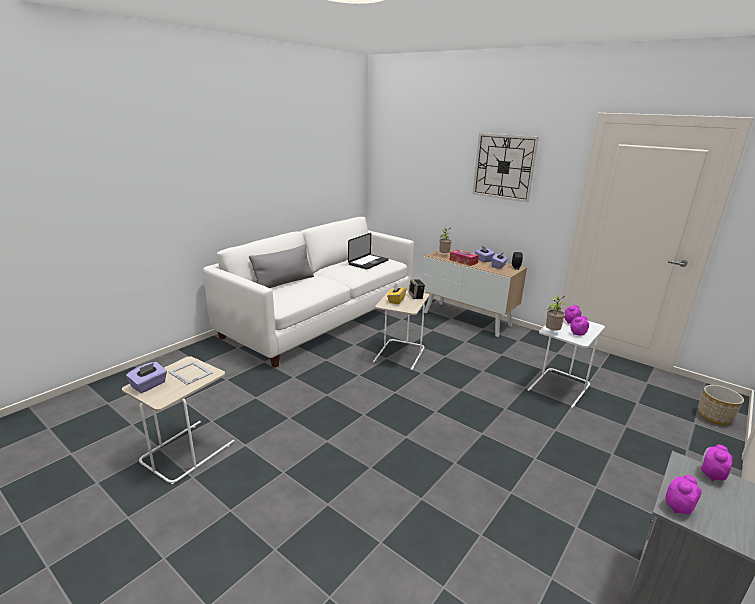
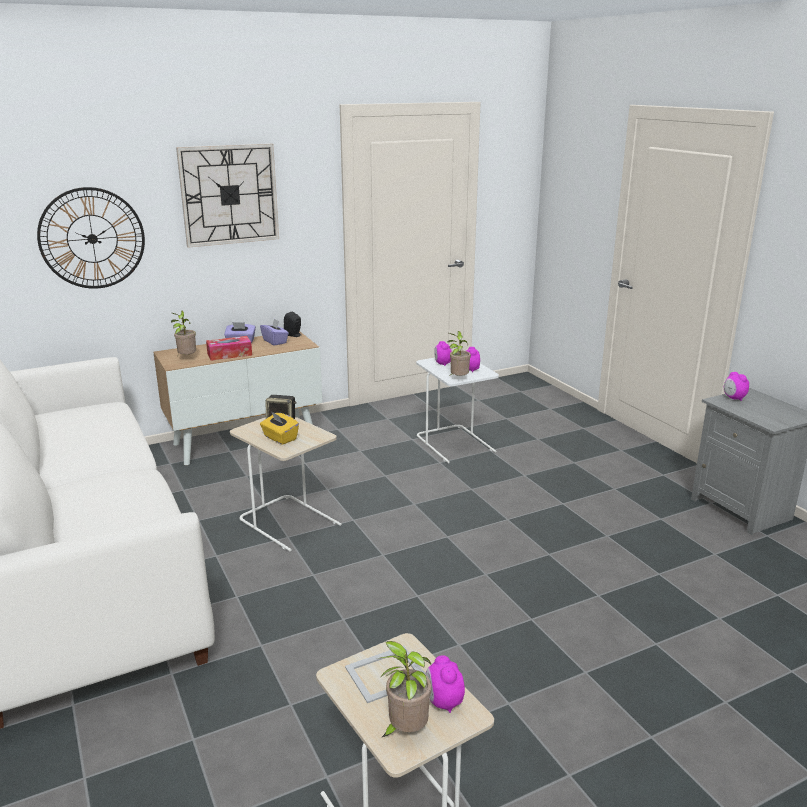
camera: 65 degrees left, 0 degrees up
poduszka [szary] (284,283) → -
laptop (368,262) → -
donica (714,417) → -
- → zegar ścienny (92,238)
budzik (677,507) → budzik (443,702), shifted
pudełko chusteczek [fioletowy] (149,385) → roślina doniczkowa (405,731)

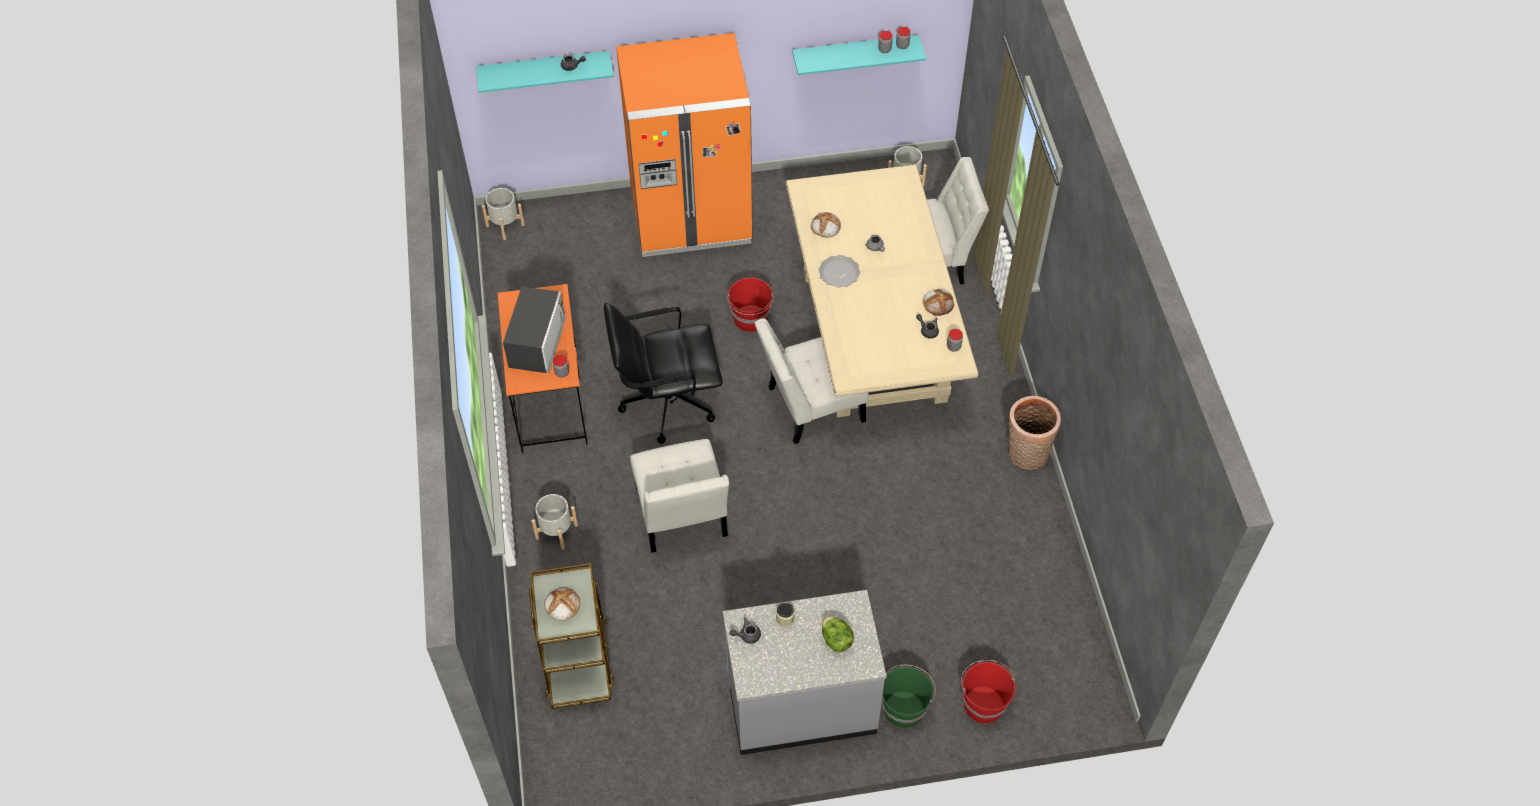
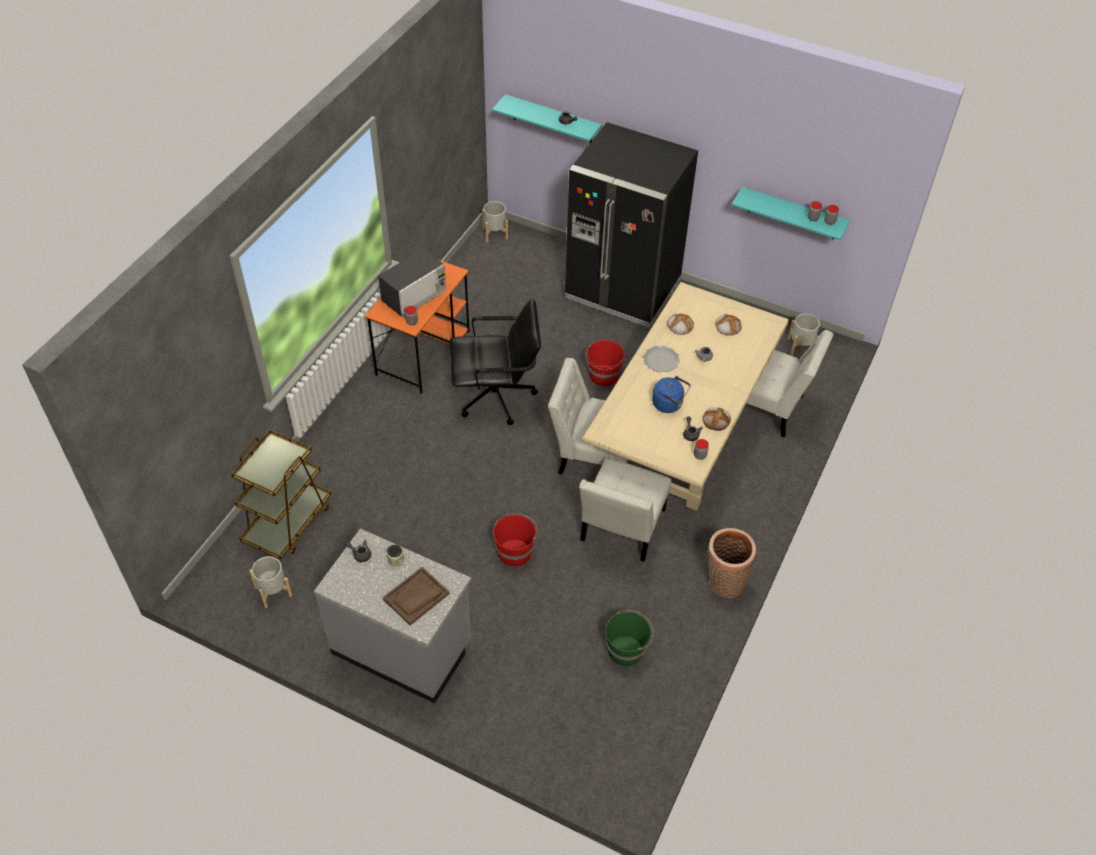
camera: 35 degrees right, 5 degrees down
- → czajnik [niebieski] (669,404)
donica [szary] (556,532) → donica [szary] (273,591), shifted
chleb (562,605) → chleb (727,326), shifted
krzesło [biały] (682,517) → krzesło [biały] (621,529), shifted
wiadro [zielony] (904,708) → wiadro [zielony] (626,650), shifted
wiadro [czerwony] (983,703) → wiadro [czerwony] (514,552), shifted
sałata (836,640) → taca [brązowy] (416,597)
lodówka [pomarańczowy] (691,217) → lodówka [czarny] (622,290)
krzesło biurowe [czarny] (667,402) → krzesło biurowe [czarny] (496,397), 150 degrees clockwise

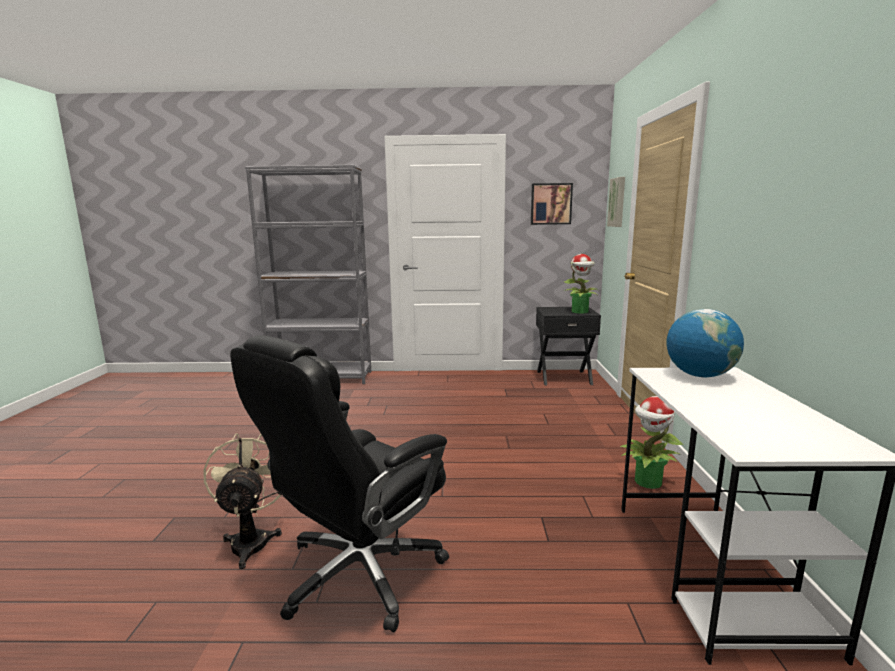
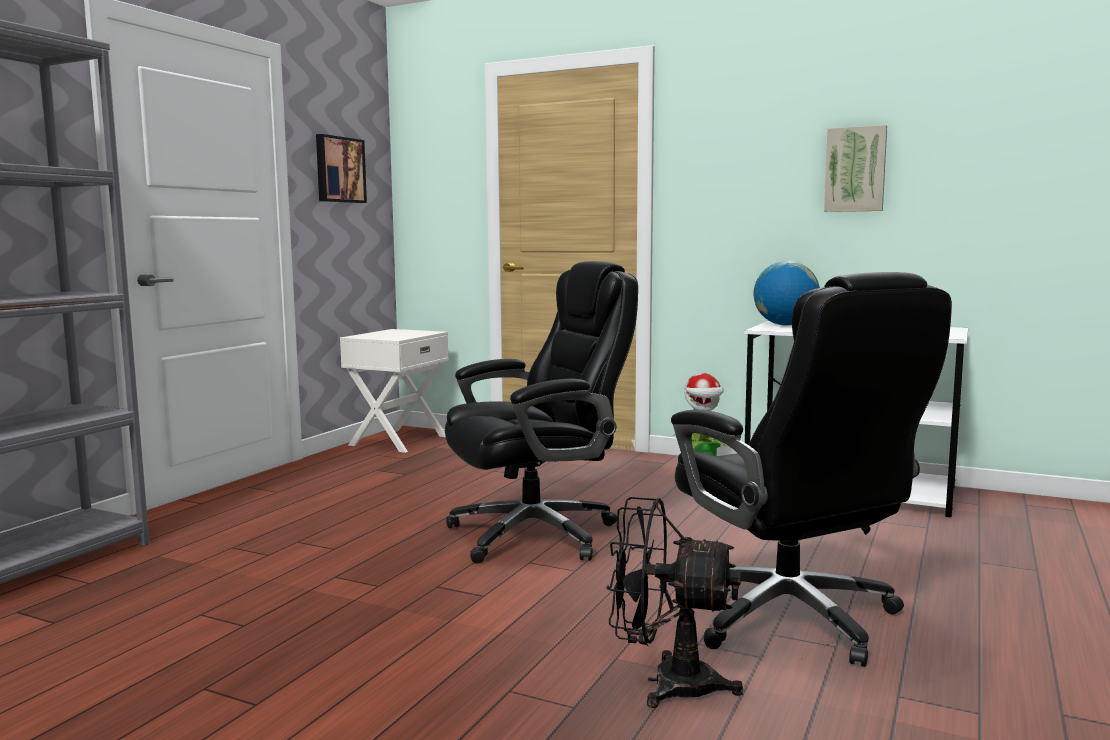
camera: 65 degrees left, 5 degrees down
roślina doniczkowa (580,312) → -
- → krzesło biurowe [czarny] (537,534)
obraz (618,202) → obraz (855,169), shifted
wentylator [beżowy] (252,539) → wentylator [czarny] (666,683)
szafka nocna [czarny] (563,377) → szafka nocna [biały] (397,440)

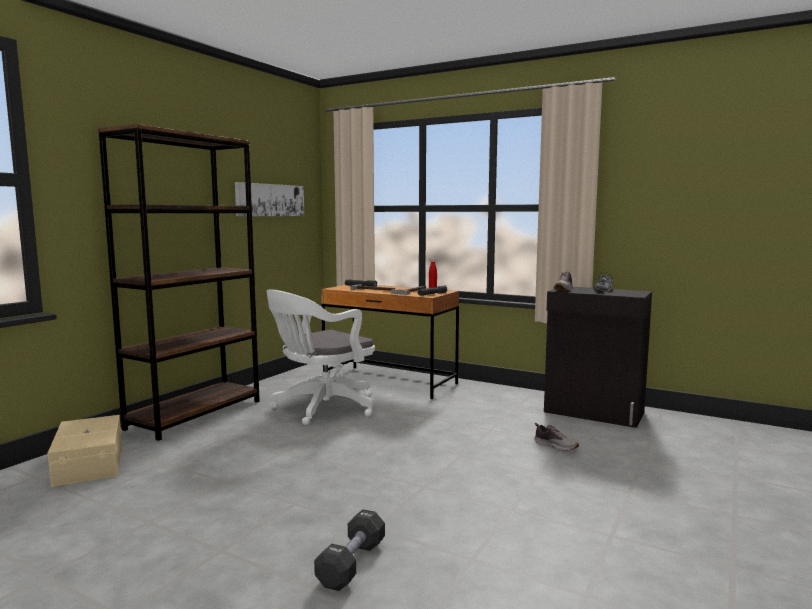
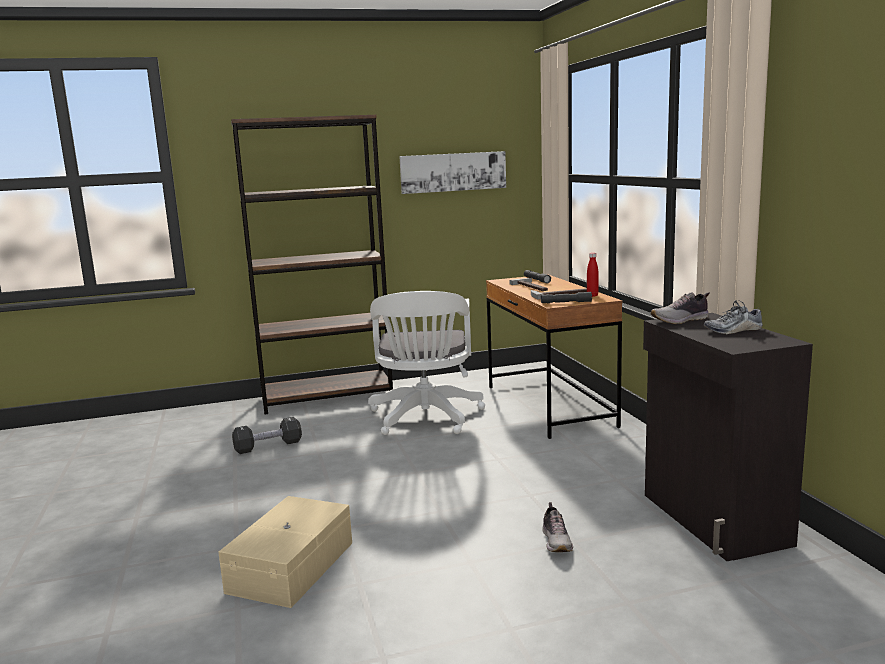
camera: 45 degrees right, 5 degrees up
pojemnik do przechowywania [beżowy] (91,462) → pojemnik do przechowywania [beżowy] (294,567), shifted
hantel [czarny] (351,564) → hantel [czarny] (268,446), shifted
krzesło biurowe [biały] (321,408) → krzesło biurowe [biały] (425,419), 90 degrees counterclockwise

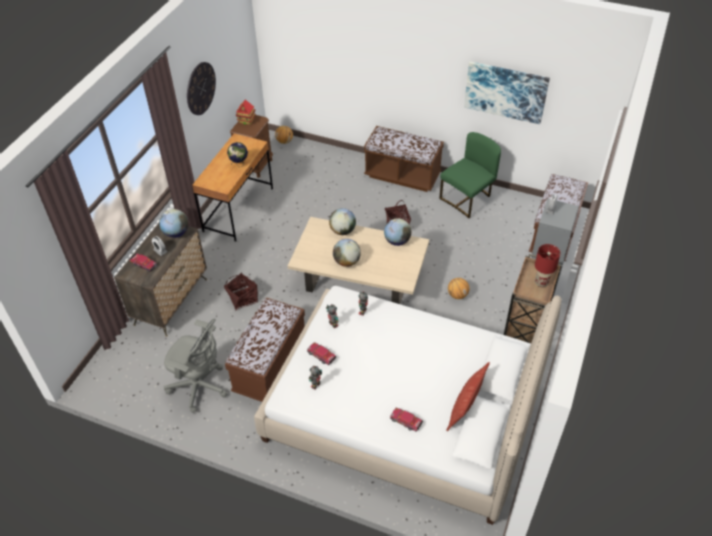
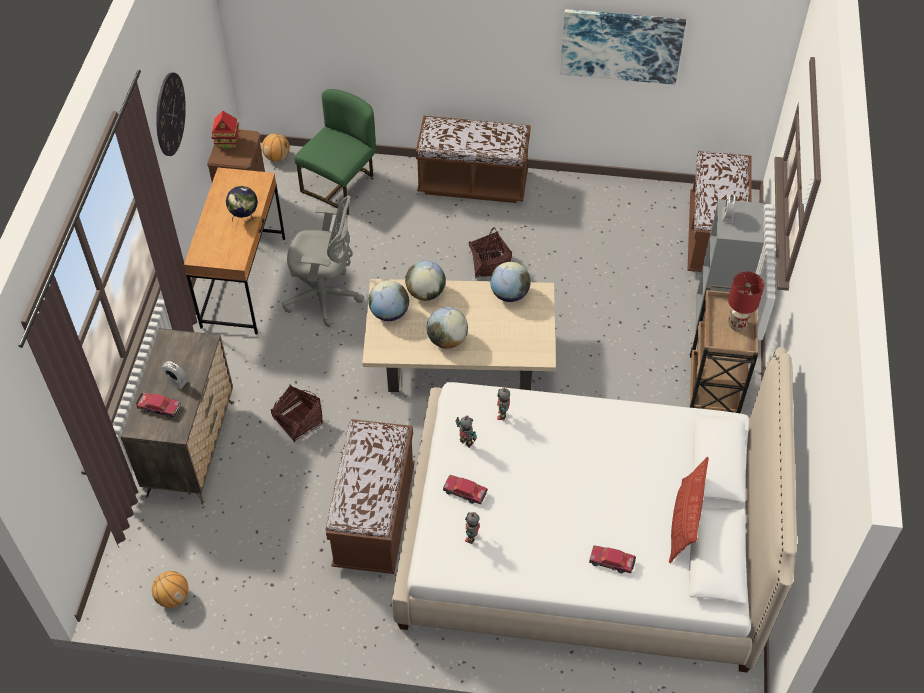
camera: 15 degrees left, 5 degrees up
globus (176,233) → globus (389,313), shifted
krzesło biurowe [szary] (200,387) → krzesło biurowe [szary] (325,297), shifted
krzesło [zielony] (467,199) → krzesło [zielony] (341,185), shifted
piłka do koszykówki (457,295) → piłka do koszykówki (173,597), shifted

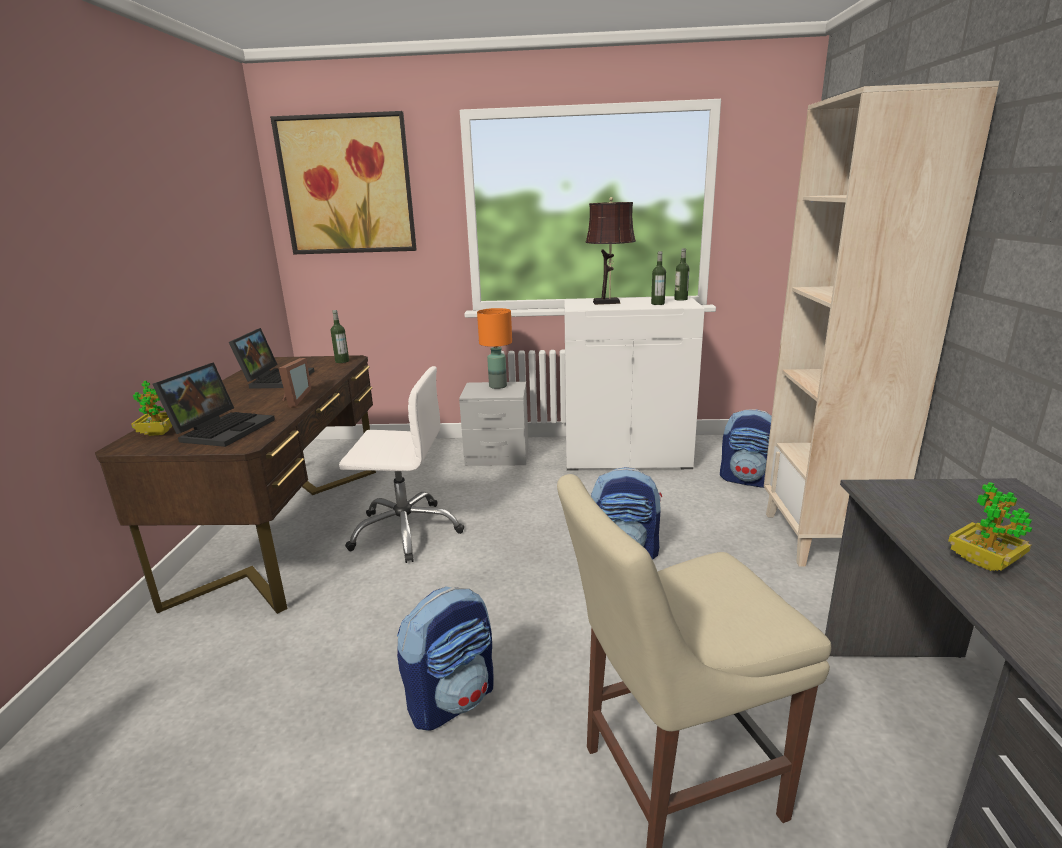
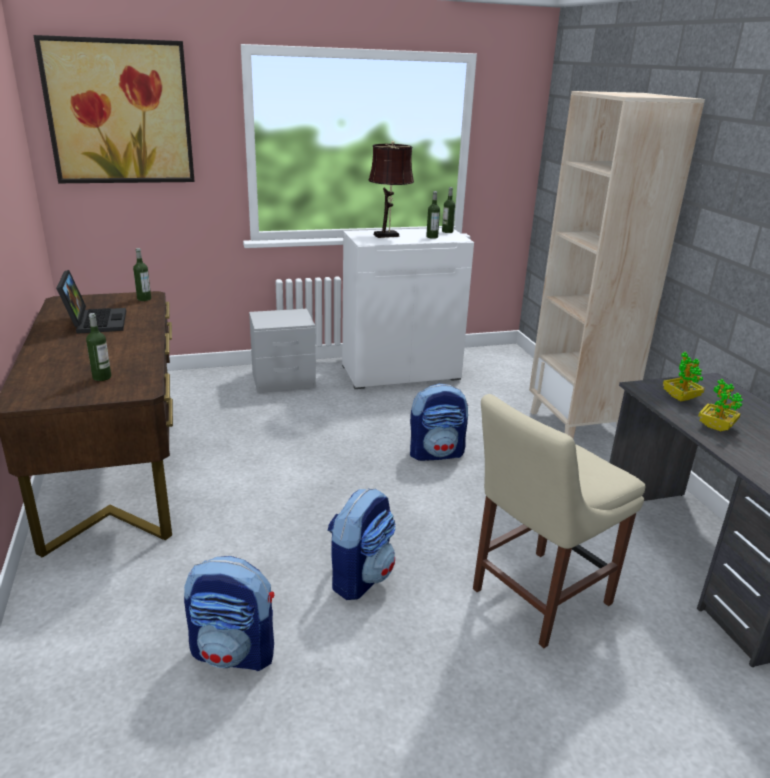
camera: 20 degrees left, 5 degrees up
ramka na zdjęcie (293,399) → -
krzesło biurowe [biały] (406,531) → -
lampa stołowa [pomarańczowy] (497,386) → -
roślina doniczkowa (159,432) → roślina doniczkowa (680,397), shifted
plecak (749,480) → plecak (234,652), shifted
laptop (223,429) → butelka (102,377)

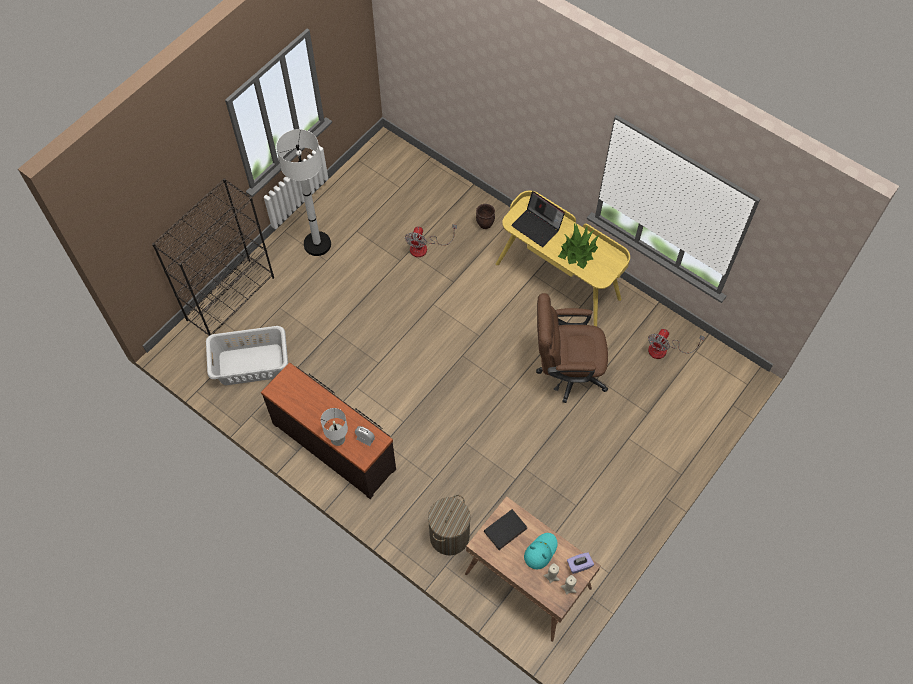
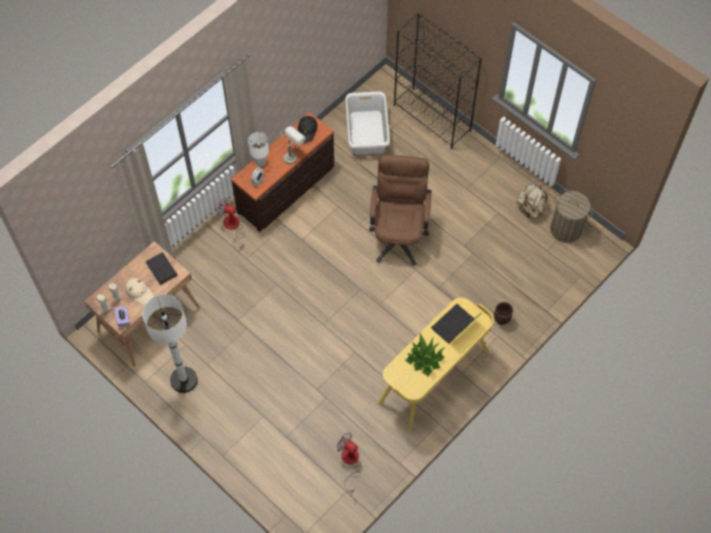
camera: 95 degrees right, 0 degrees up
- → lampa stołowa [szary] (293,155)
- → kapelusz [czarny] (306,130)
- → plecak [beżowy] (530,208)
lampa stojąca [biały] (317,244) → lampa stojąca [biały] (184,380), shifted
wentylator (424,247) → wentylator (233,228), shifted
kosz na pranie (449,536) → kosz na pranie (566,229), shifted
krzesło biurowe [brązowy] (566,372) → krzesło biurowe [brązowy] (398,234), shifted
kapelusz [turkusowy] (540,551) → kapelusz [beżowy] (139,292)

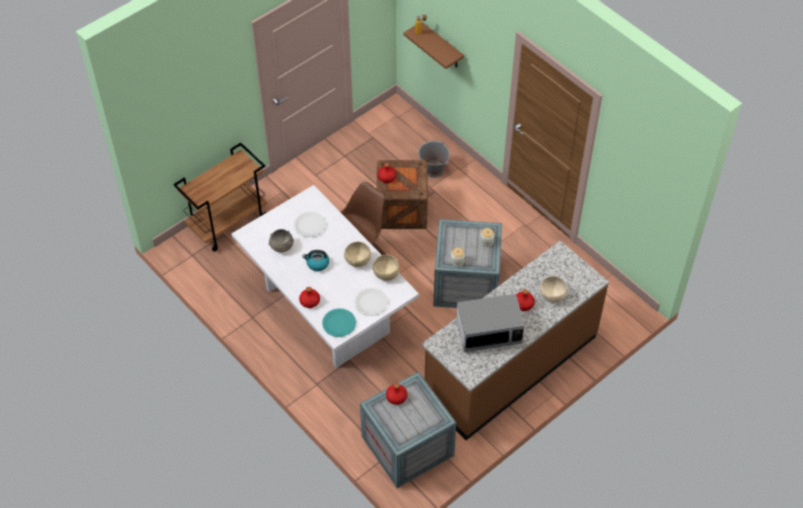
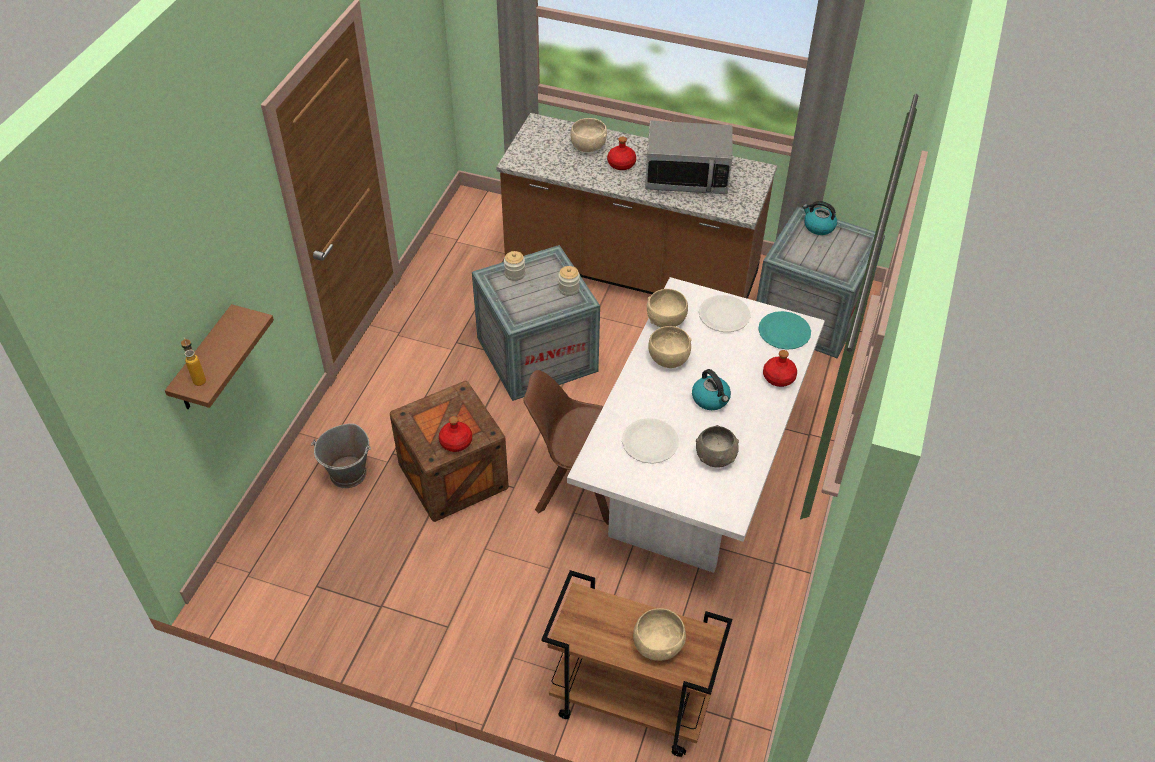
camera: 120 degrees left, 5 degrees down
butelka [czerwony] (396,397) → -
- → miska [beżowy] (657,645)
- → czajnik (818,226)
mikrofalówka (489,332) → mikrofalówka (687,177), 135 degrees clockwise

